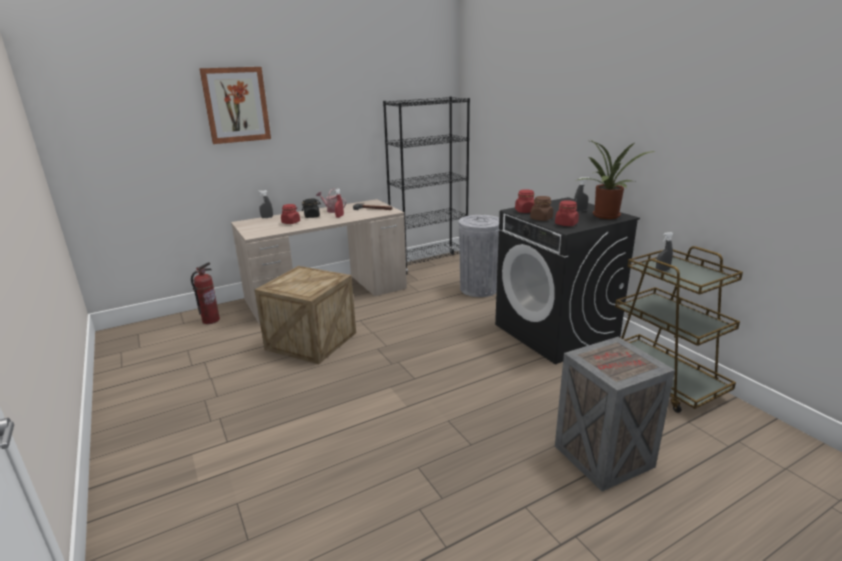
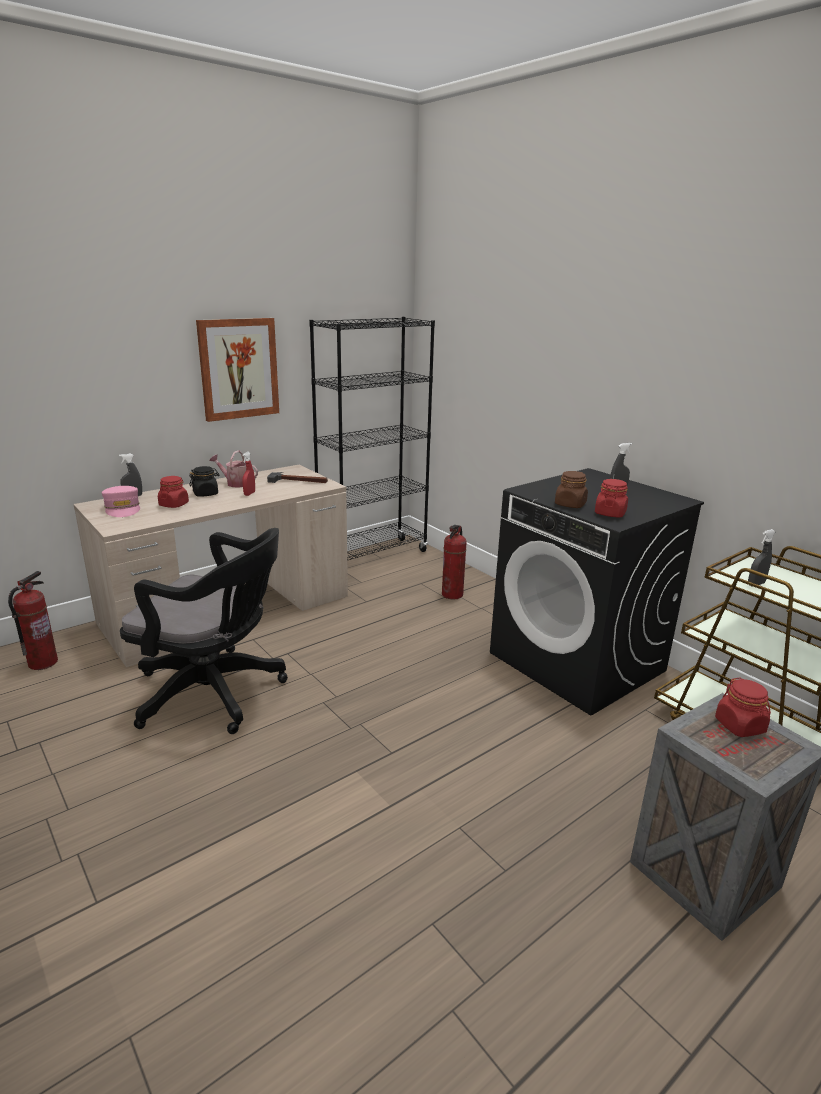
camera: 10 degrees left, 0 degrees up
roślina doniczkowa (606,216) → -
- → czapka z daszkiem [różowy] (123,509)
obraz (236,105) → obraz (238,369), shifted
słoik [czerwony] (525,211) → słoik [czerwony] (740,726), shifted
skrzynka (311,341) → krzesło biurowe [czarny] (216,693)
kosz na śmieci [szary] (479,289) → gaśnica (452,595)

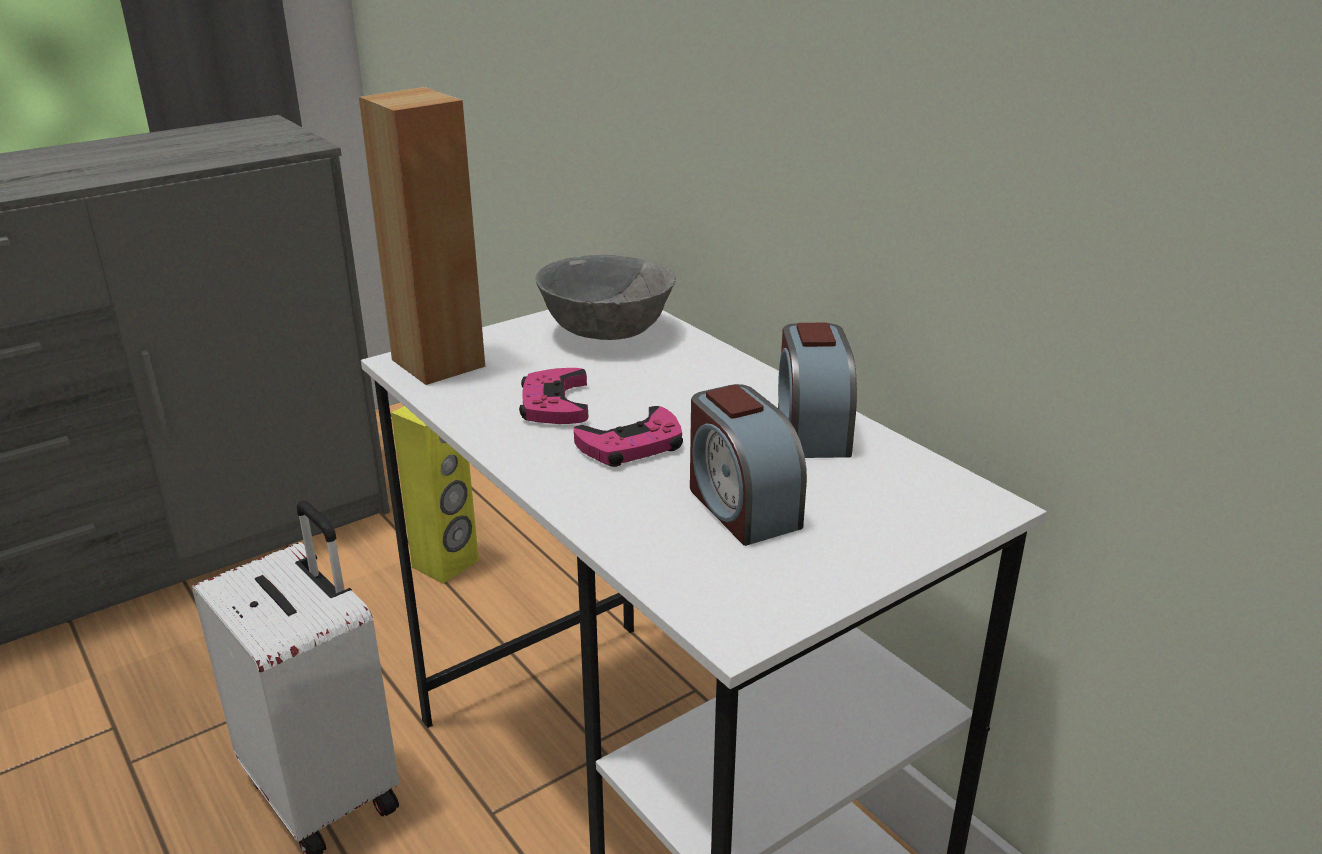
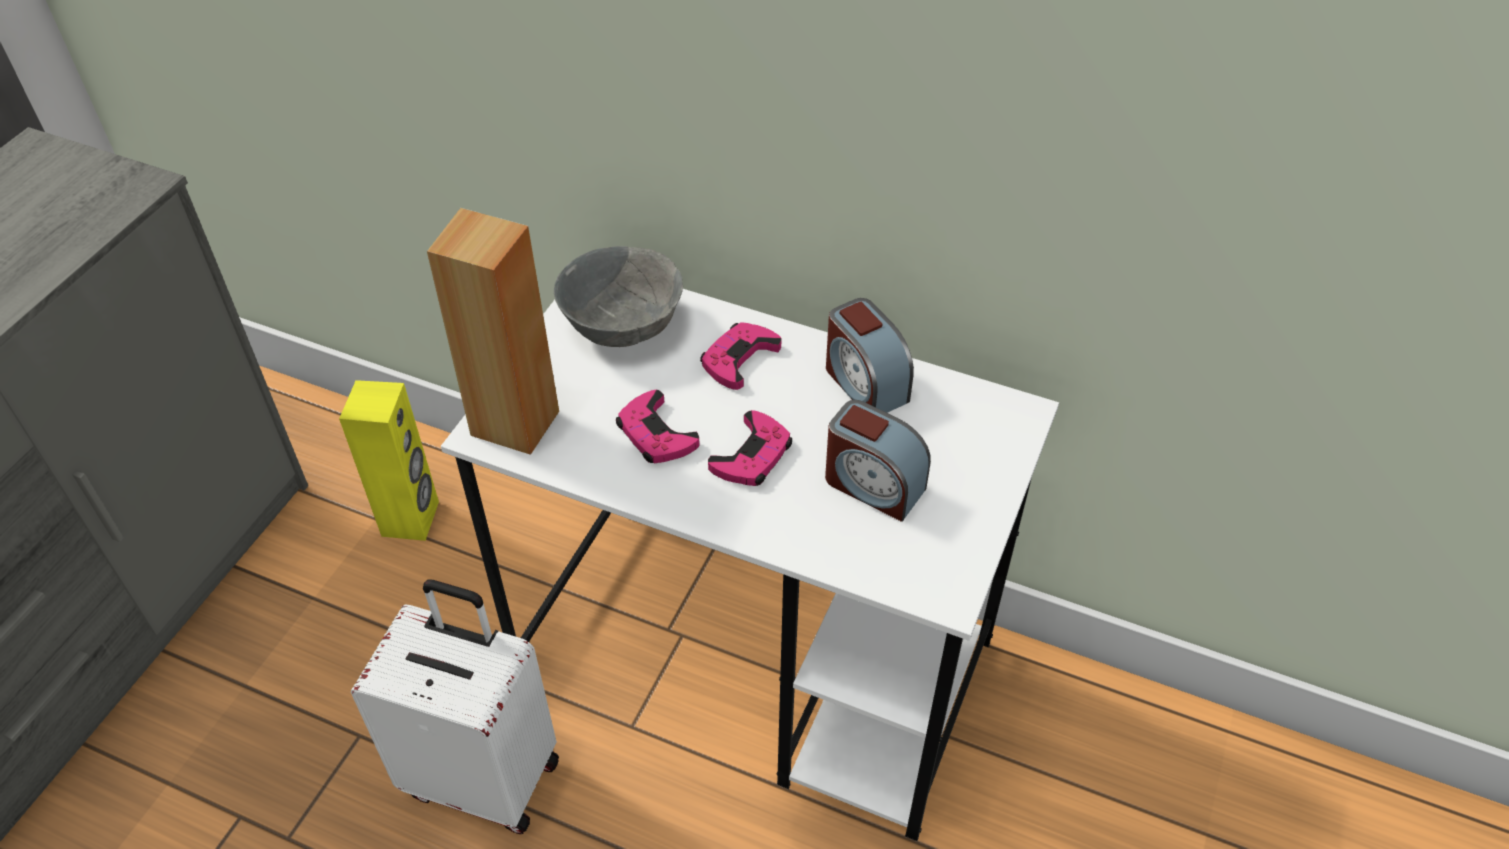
camera: 30 degrees left, 20 degrees up
- → pad do gier [różowy] (739,359)

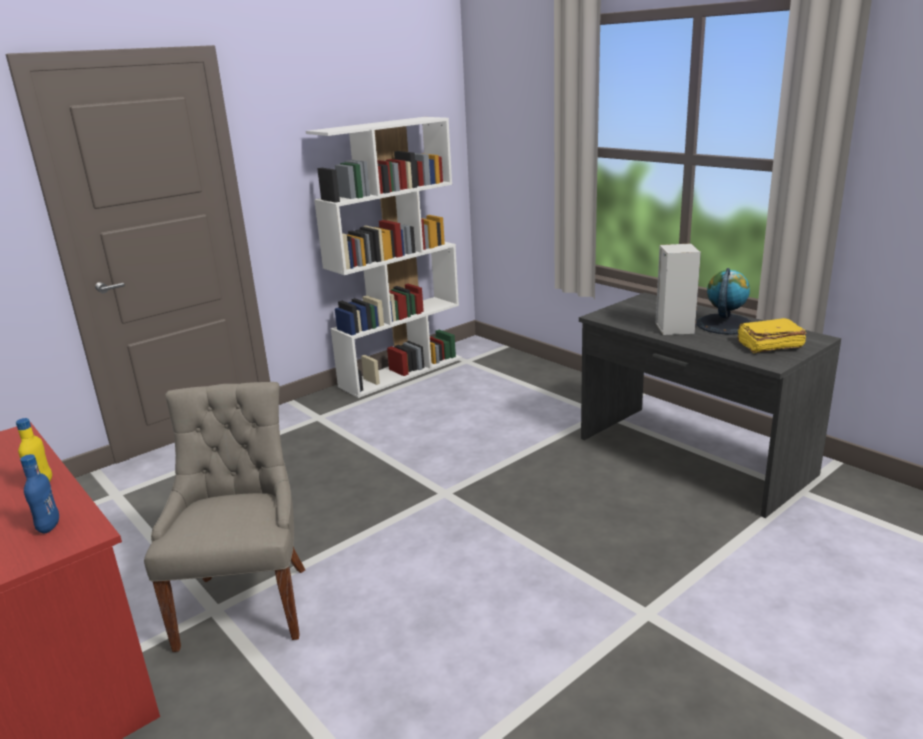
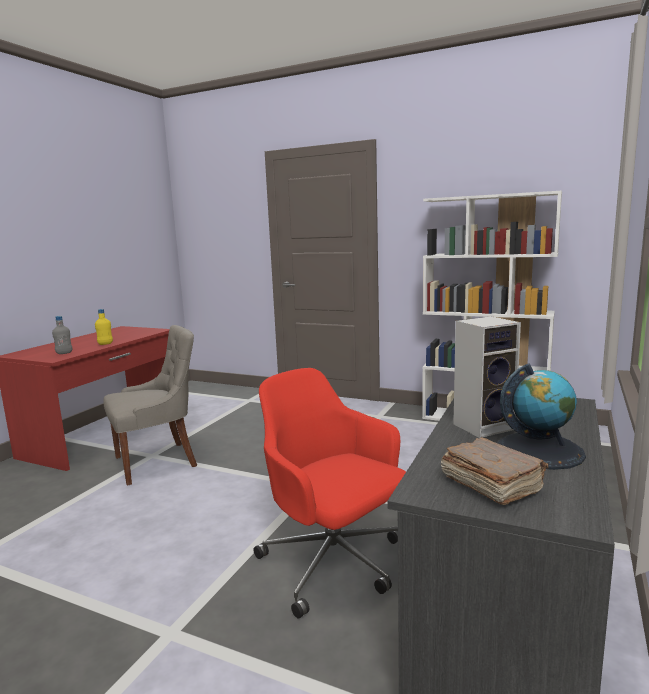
camera: 65 degrees right, 10 degrees down
- → krzesło biurowe [czerwony] (334,563)
butelka [niebieski] (49,526) → butelka [szary] (64,353)
książka [żółty] (768,345) → książka [brązowy] (490,484)

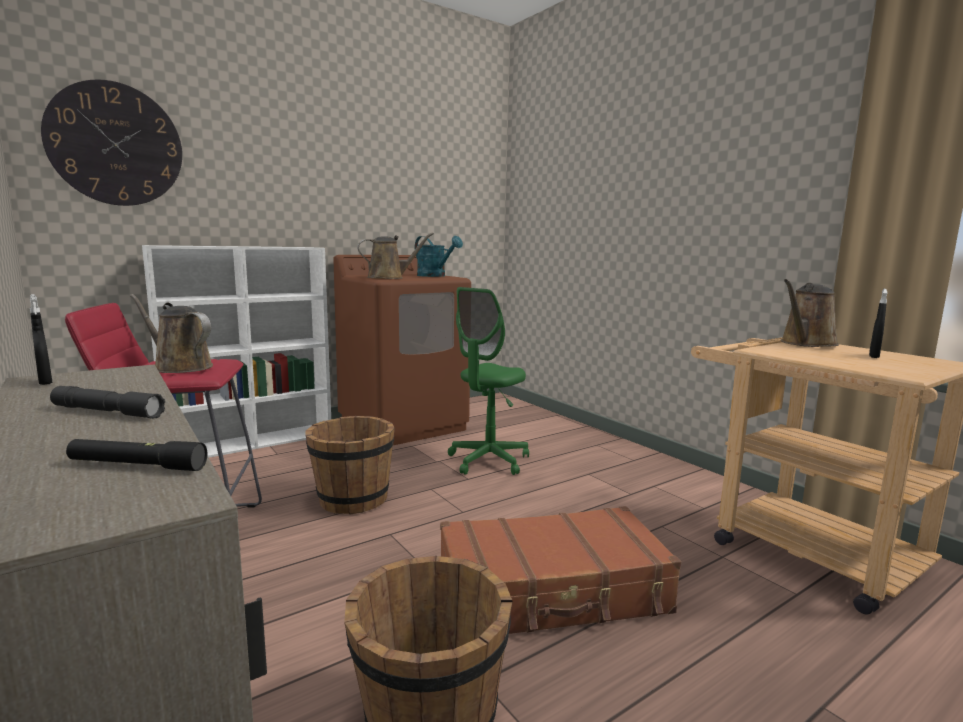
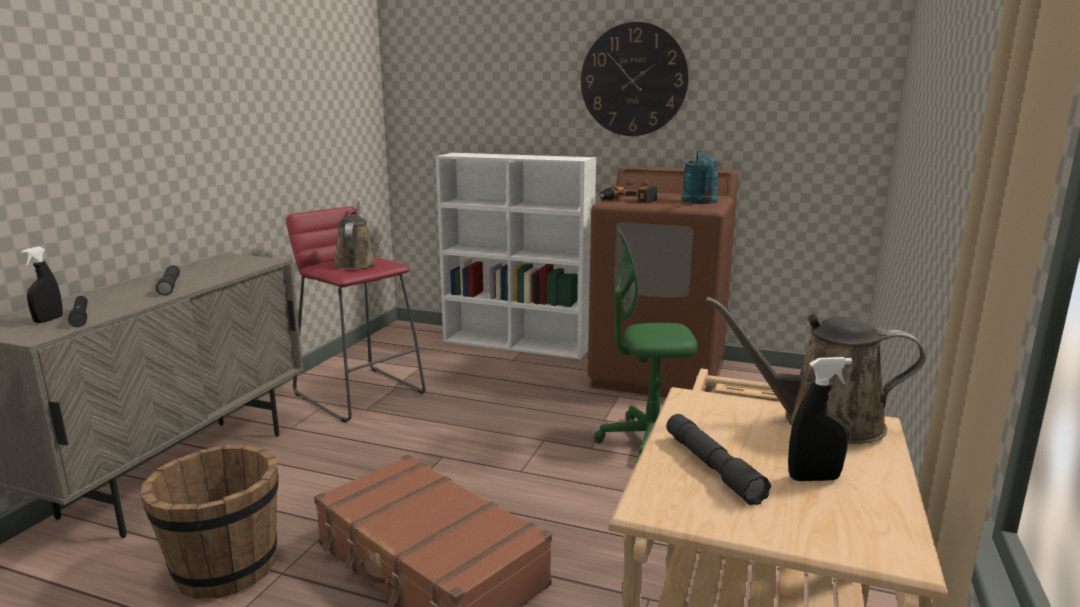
camera: 55 degrees right, 5 degrees up
wiadro [brązowy] (352,499) → -
- → latarka [szary] (712,467)
spryskiwacz [czarny] (45,382) → spryskiwacz [czarny] (48,320), shifted
zegar ścienny (115,144) → zegar ścienny (633,80), shifted
konewka [brązowy] (389,278) → wiertarka (627,200)

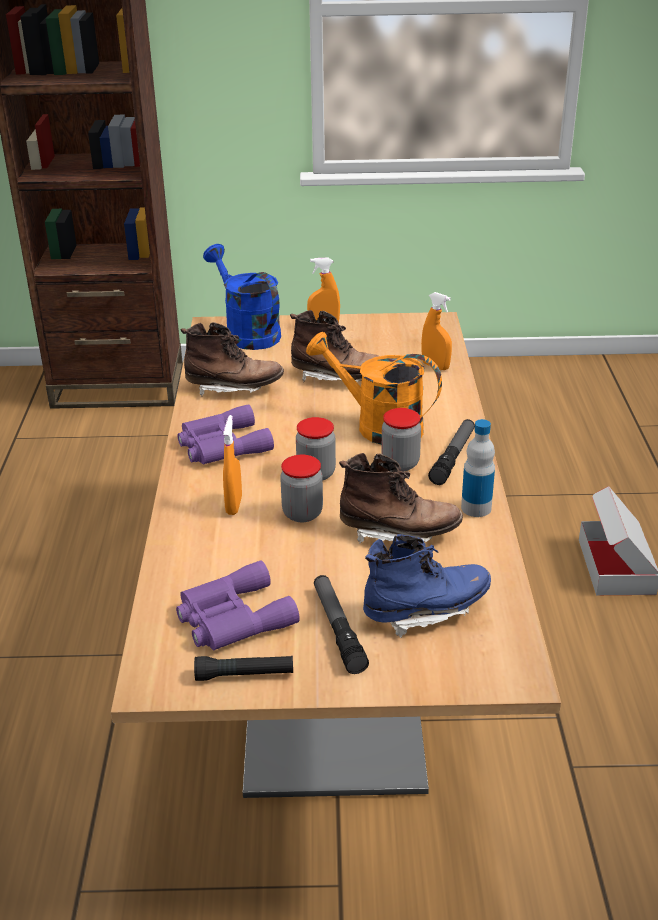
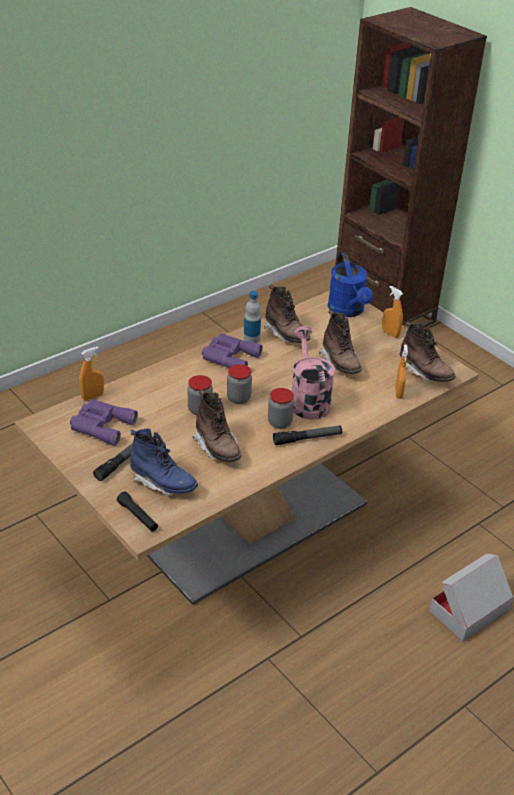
camera: 50 degrees right, 5 degrees up
- → but z cholewką [brązowy] (425,373)
latarka [czarny] (244,675) → latarka [czarny] (138,516), shifted
spryskiwacz [pomarańczowy] (234,505) → spryskiwacz [pomarańczowy] (92,396), shifted
butelka (476,508) → butelka (251,339), shifted
konewka [pomarańczowy] (378,426) → konewka [różowy] (308,399)
konewka [niebieski] (247,332) → konewka [niebieski] (348,311), 150 degrees clockwise

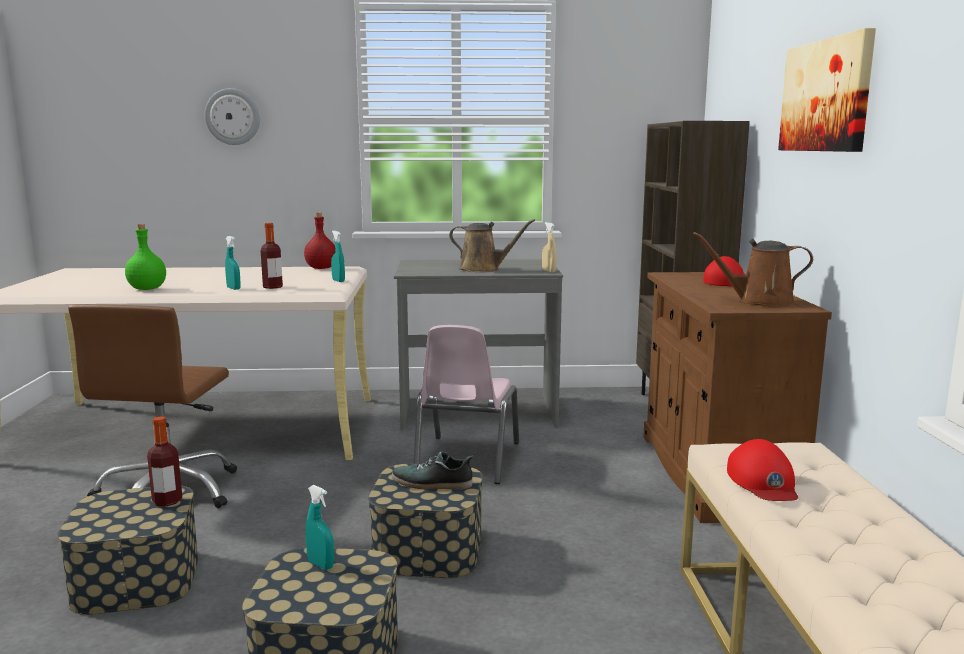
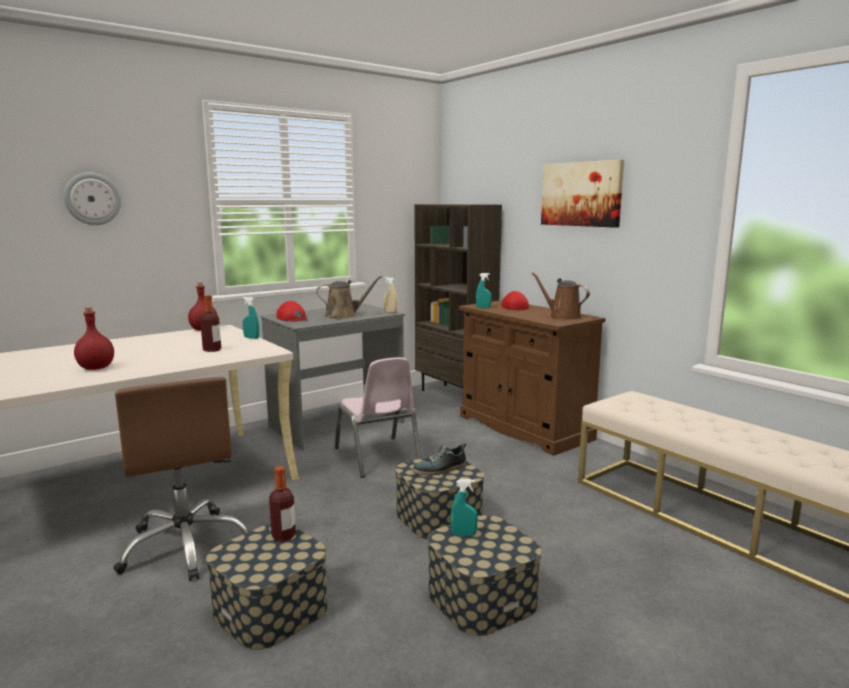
camera: 35 degrees left, 0 degrees up
spryskiwacz [turkusowy] (233,288) → spryskiwacz [turkusowy] (483,307), shifted
czapka z daszkiem [czerwony] (763,481) → czapka z daszkiem [czerwony] (292,318), shifted
butelka [zielony] (148,289) → butelka [czerwony] (96,368)
konewka [brązowy] (759,301) → konewka [brązowy] (562,316), 75 degrees clockwise

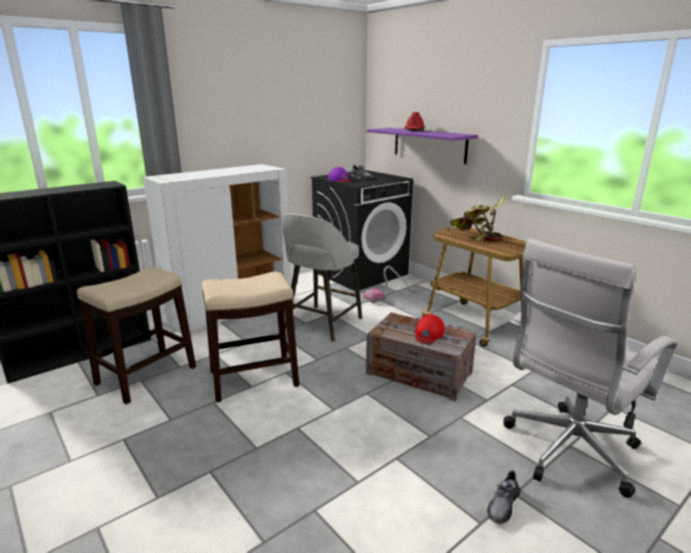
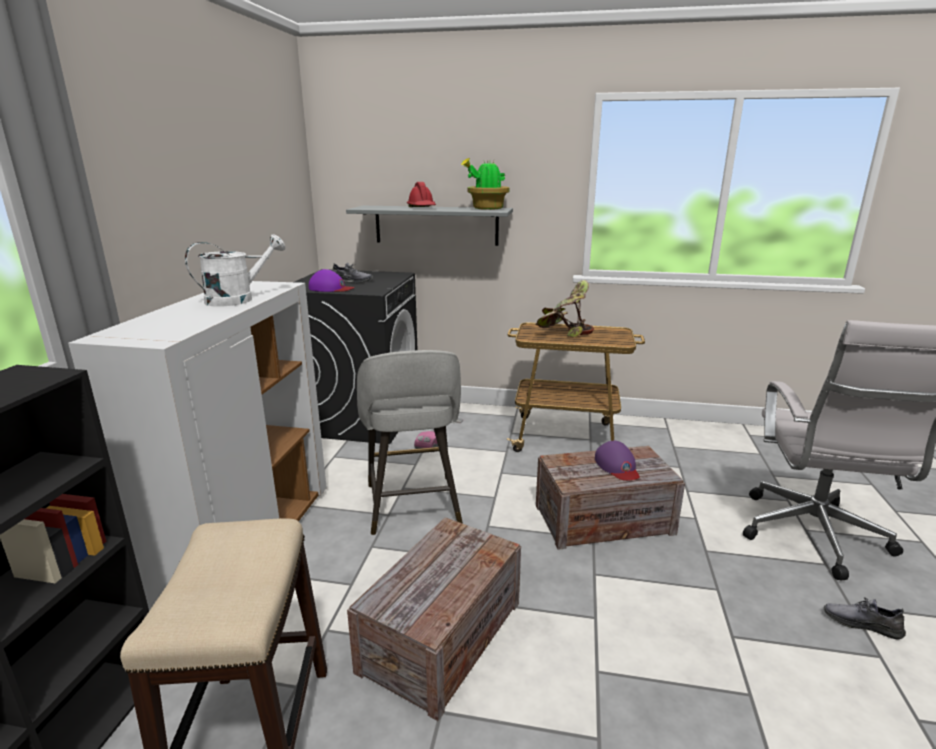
camera: 40 degrees left, 0 degrees up
- → konewka [biały] (238,299)
- → roślina doniczkowa (486,208)
stołek (252,379) → skrzynka (441,637)
półka [fioletowy] (429,145) → półka [szary] (436,225)
czapka z daszkiem [czerwony] (428,333) → czapka z daszkiem [fioletowy] (617,466)
but [szary] (503,505) → but [szary] (862,623), 120 degrees clockwise

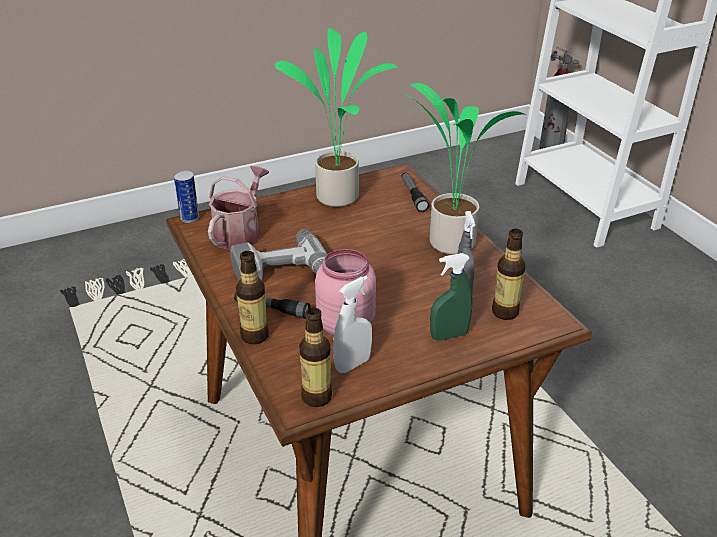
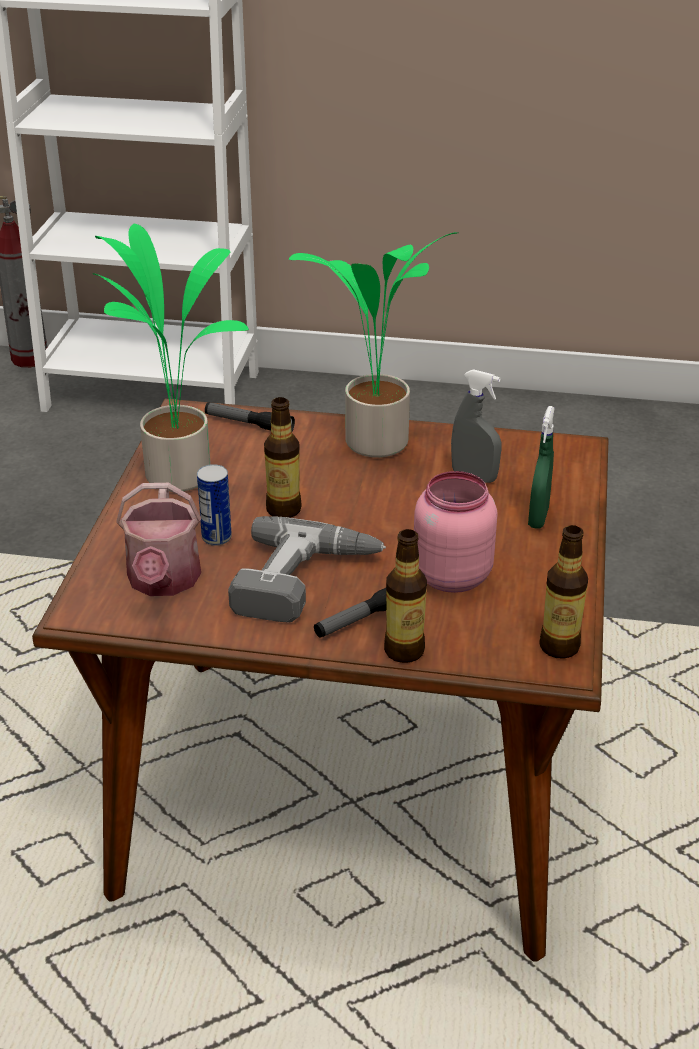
camera: 55 degrees left, 0 degrees up
spryskiwacz [biały] (353,364) → -
puszka (189,218) → puszka (216,537), shifted
butelka (505,312) → butelka (284,509), shifted
konewka (240,233) → konewka (163,581), 150 degrees counterclockwise

